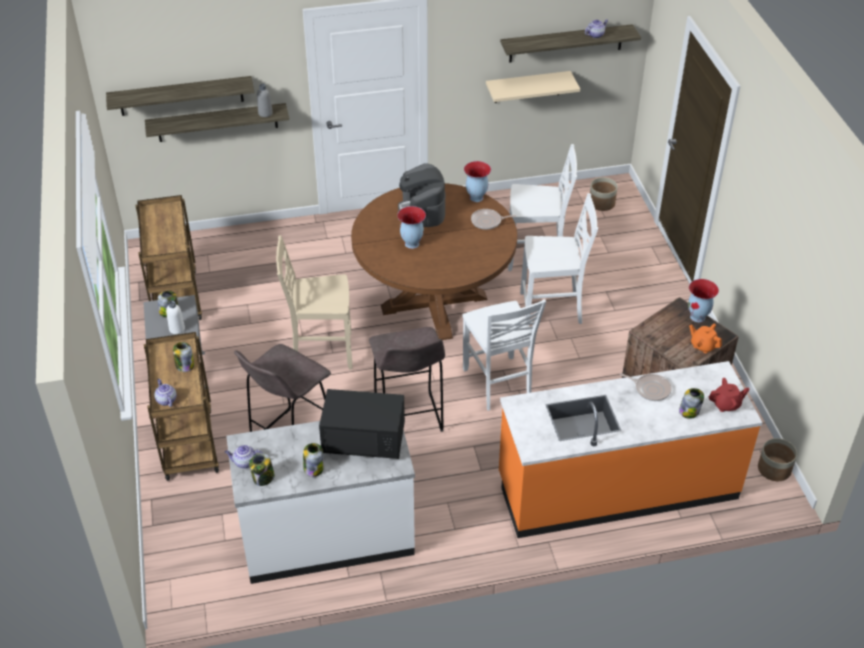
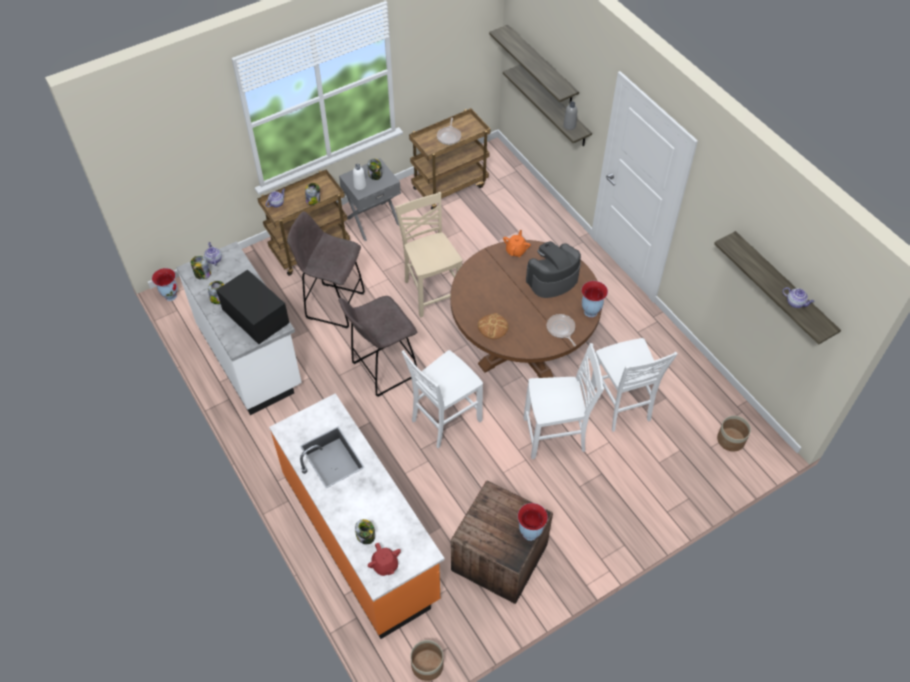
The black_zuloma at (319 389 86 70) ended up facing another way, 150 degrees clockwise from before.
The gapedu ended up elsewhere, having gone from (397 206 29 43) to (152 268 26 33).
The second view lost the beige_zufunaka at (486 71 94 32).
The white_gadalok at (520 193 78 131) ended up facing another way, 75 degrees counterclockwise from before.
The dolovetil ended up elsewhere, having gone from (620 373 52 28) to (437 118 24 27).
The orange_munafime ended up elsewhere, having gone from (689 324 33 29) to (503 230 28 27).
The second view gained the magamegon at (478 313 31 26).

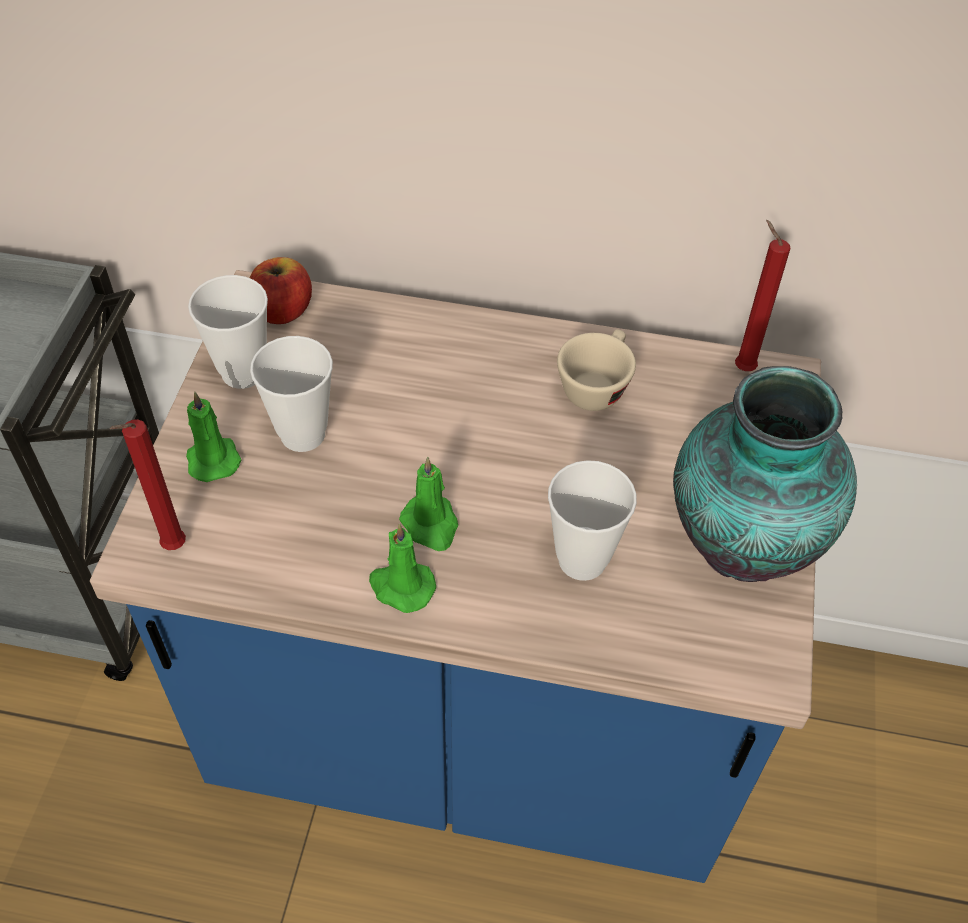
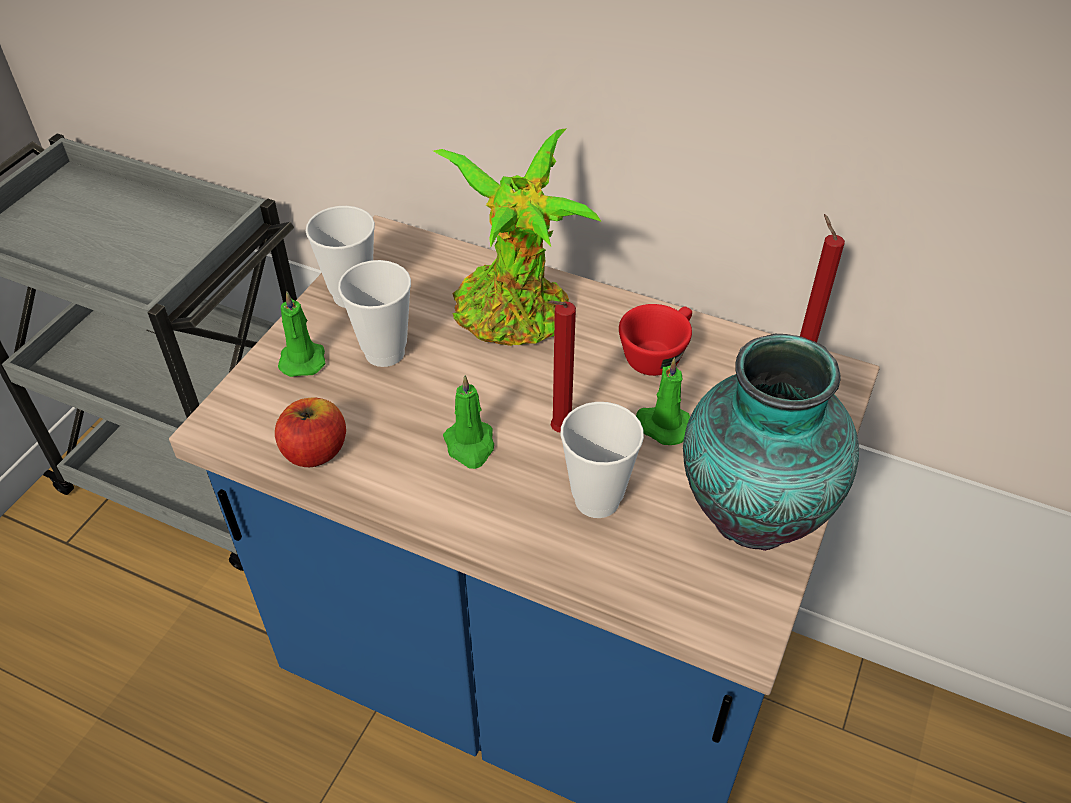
The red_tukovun ended up elsewhere, having gone from (109 419 77 131) to (549 300 27 133).
The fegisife ended up elsewhere, having gone from (250 257 62 67) to (275 397 71 70).
The green_tukovun ended up elsewhere, having gone from (369 524 67 89) to (636 358 54 87).
What was the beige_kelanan at (557 329 79 82) turned into the red_kelanan at (619 304 73 72).
The second view gained the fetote at (433 128 169 218).

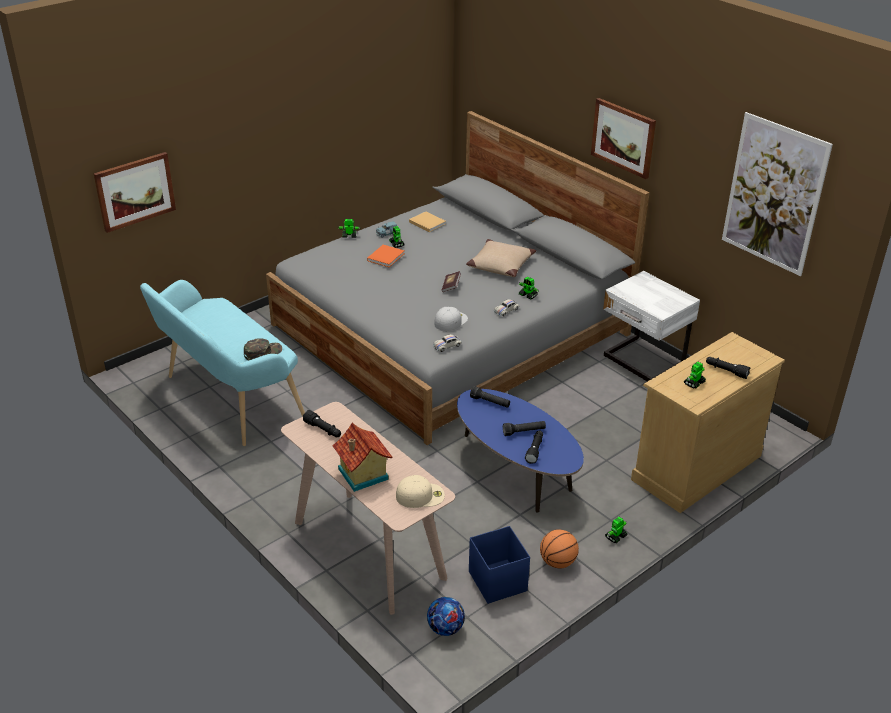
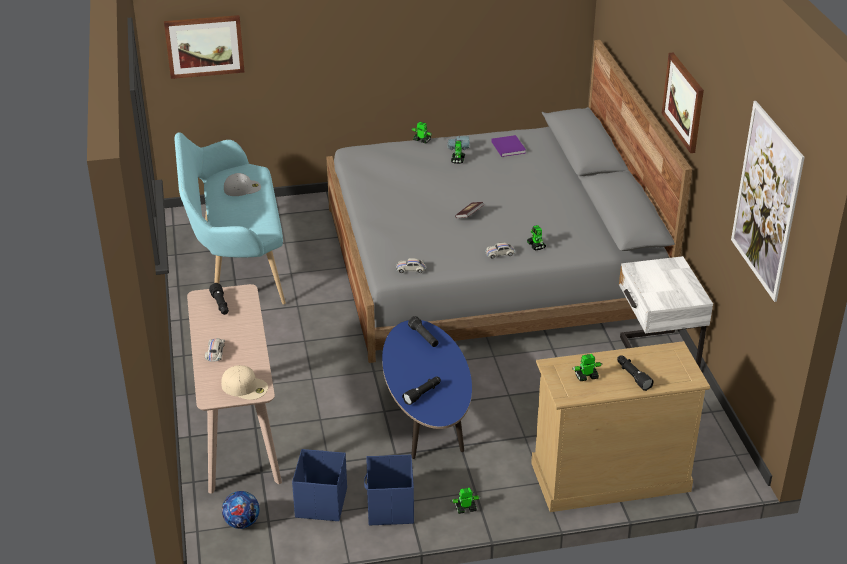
The second view lost the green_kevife at (244 338 38 22).
Where the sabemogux stood at (332 423 61 69), the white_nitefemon came to stand at (205 338 20 24).
The second view lost the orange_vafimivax at (367 245 38 22).
What was the beige_vafimivax at (409 211 37 21) turned into the purple_vafimivax at (491 135 35 22).
The white_kevife ended up elsewhere, having gone from (434 306 34 25) to (224 173 37 23).
The second view lost the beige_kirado at (466 239 70 38).
The second view lost the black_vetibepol at (503 421 43 15).
Where the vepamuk stood at (540 529 39 39), the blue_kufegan came to stand at (364 454 50 71).

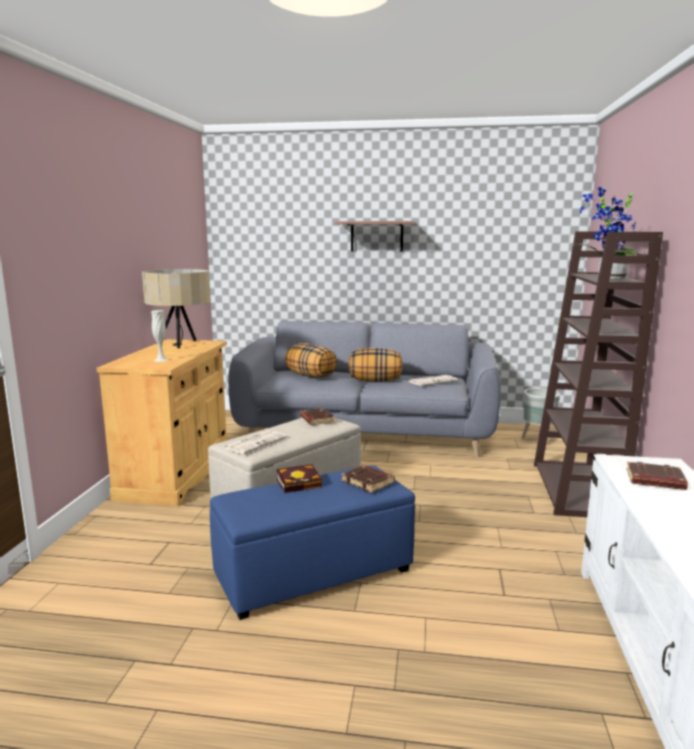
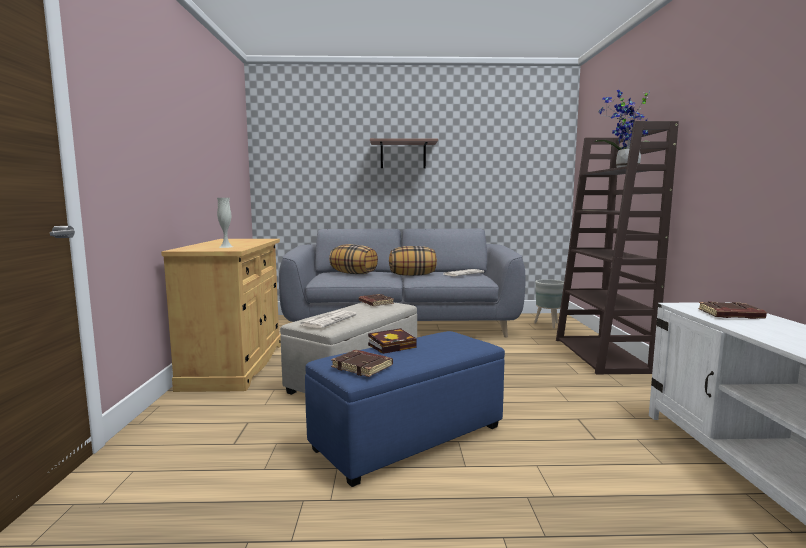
The second view lost the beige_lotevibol at (142 269 69 79).
The brown_vafimivax ended up elsewhere, having gone from (341 465 54 28) to (331 350 62 27).

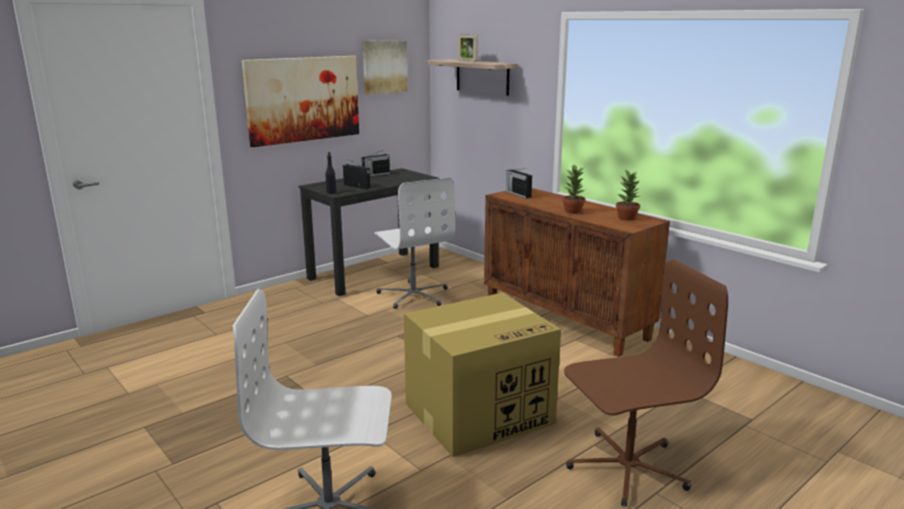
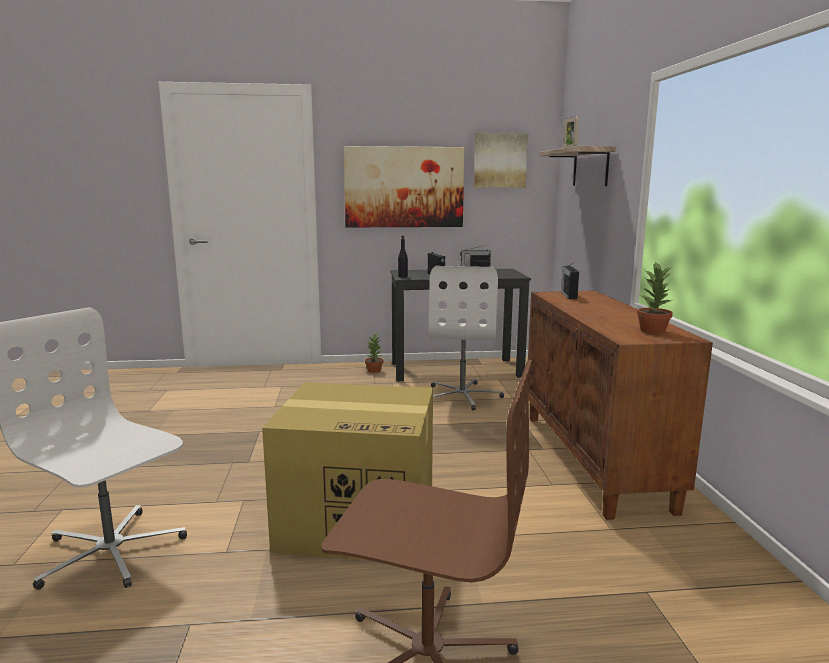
The fetote ended up elsewhere, having gone from (562 165 23 49) to (365 334 18 39).

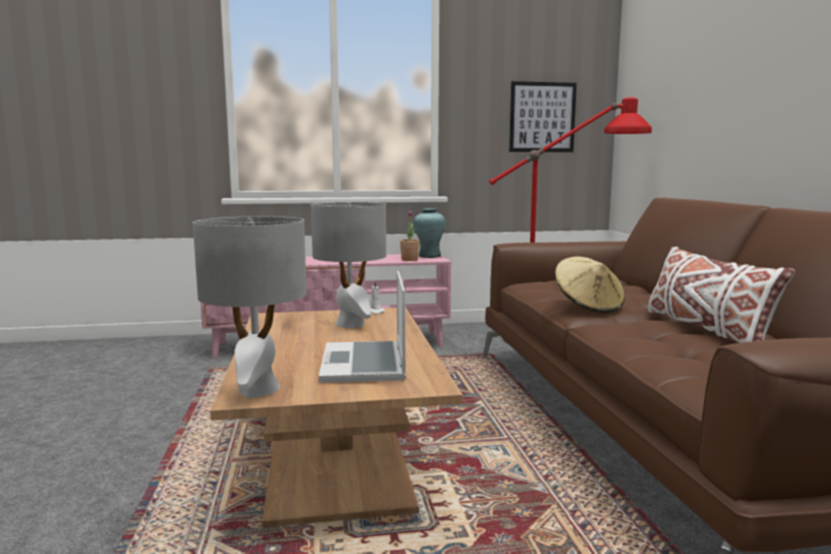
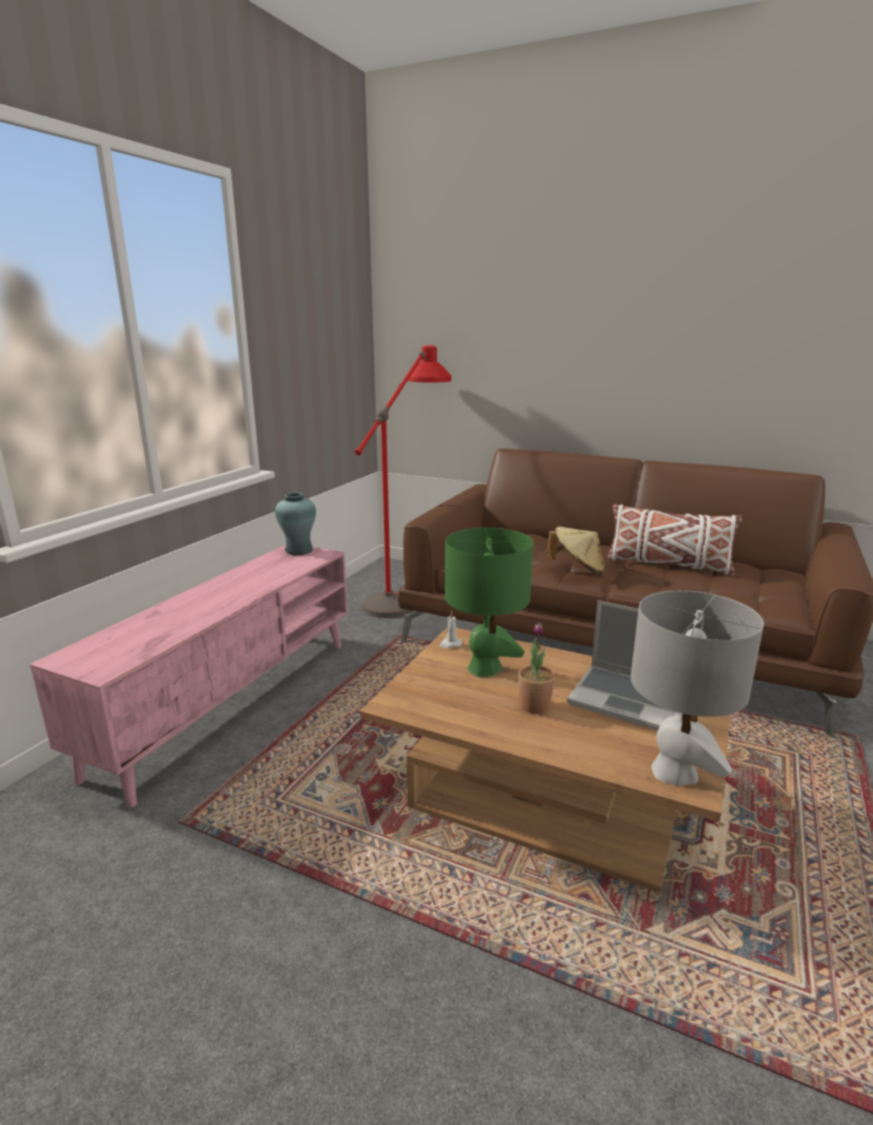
What was the grey_lotevibol at (311 202 75 126) turned into the green_lotevibol at (445 528 88 149).
The fetote ended up elsewhere, having gone from (400 211 20 50) to (518 623 37 90).
The second view lost the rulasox at (509 81 68 71).

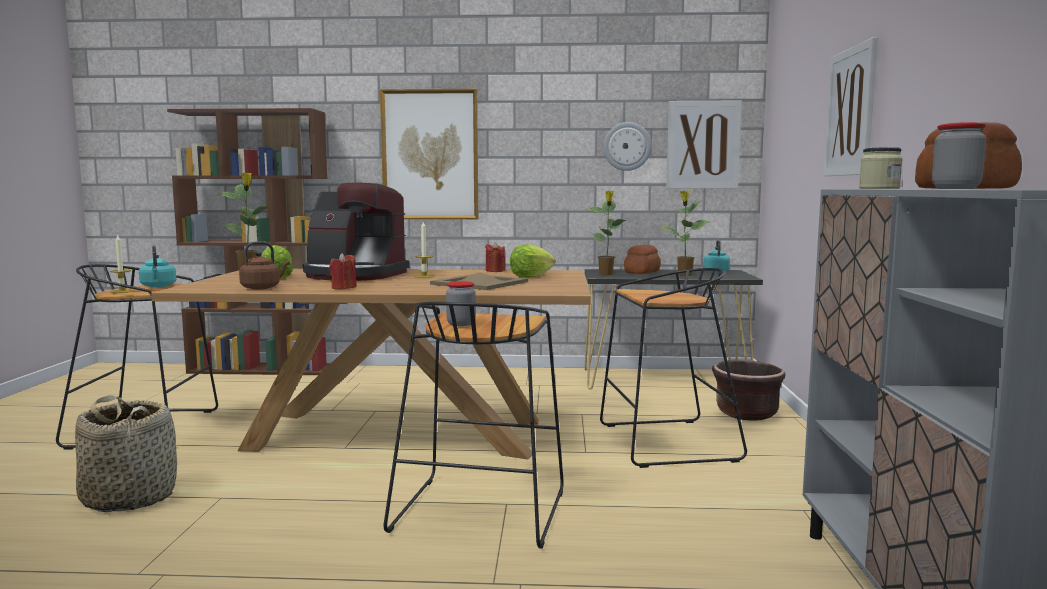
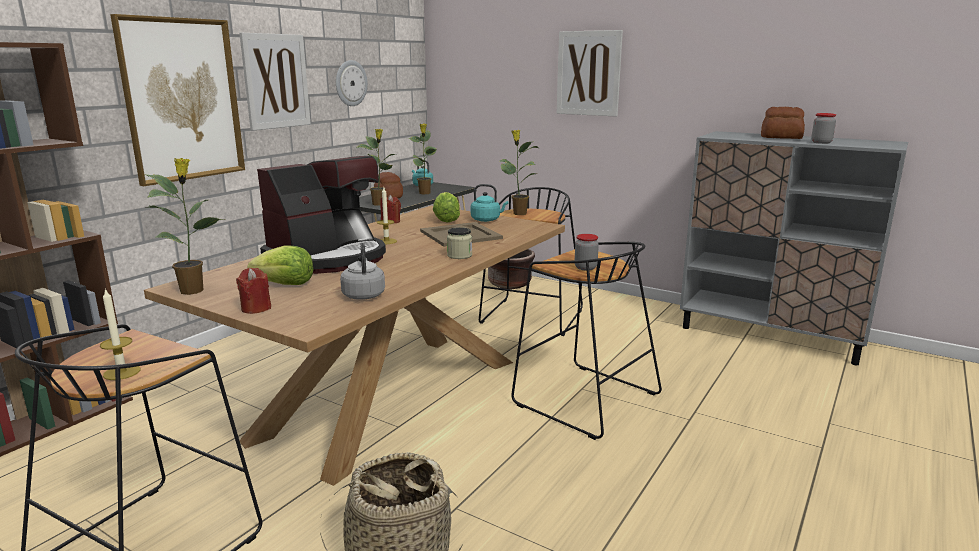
The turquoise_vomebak ended up elsewhere, having gone from (139 245 37 42) to (471 184 37 38).
What was the brown_vomebak at (239 241 51 48) turned into the grey_vomebak at (340 243 45 57).
The red_tukovun ended up elsewhere, having gone from (329 253 28 36) to (236 268 35 46).
The rulasox ended up elsewhere, having gone from (666 101 76 87) to (240 33 71 97).
The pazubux ended up elsewhere, having gone from (859 147 44 42) to (447 227 25 32).
The second view gained the fetote at (500 130 39 85).

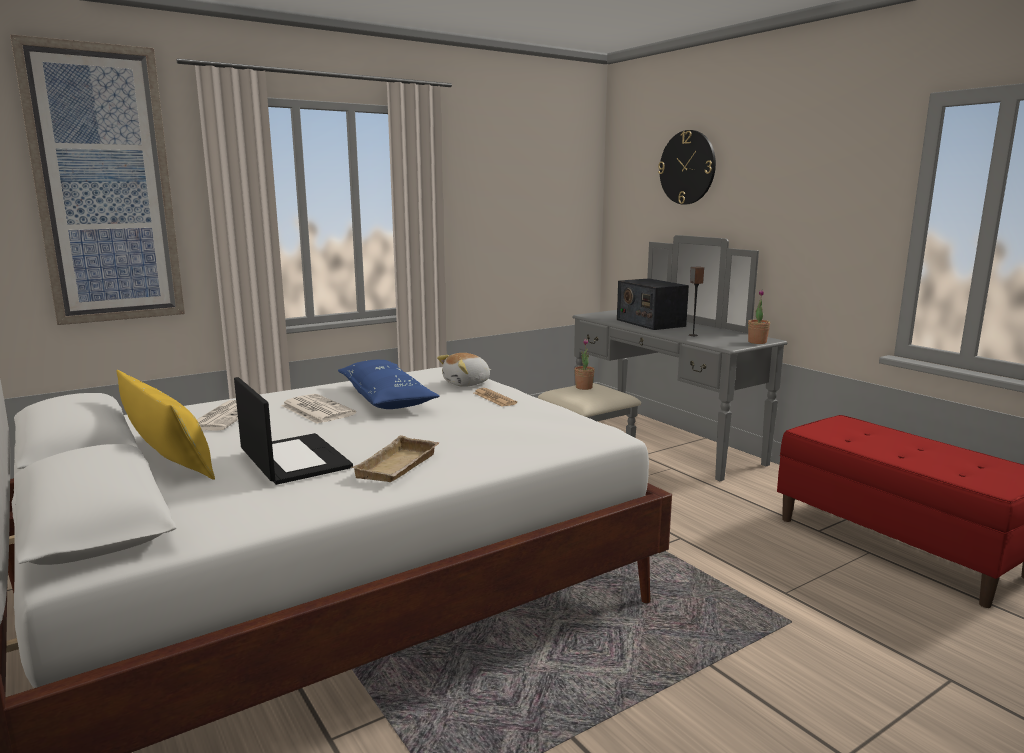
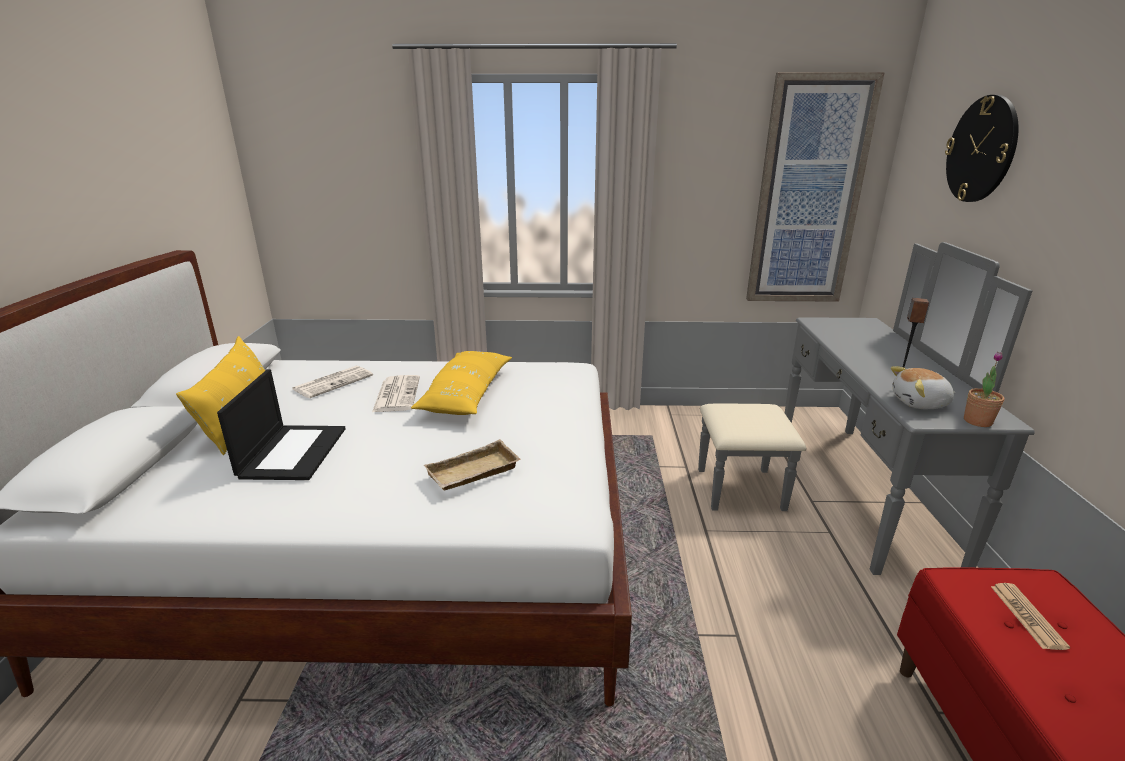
The rulasox ended up elsewhere, having gone from (10 34 175 291) to (746 72 139 230).
What was the blue_kirado at (338 360 101 49) turned into the yellow_kirado at (411 351 101 64).
The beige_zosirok ended up elsewhere, having gone from (351 435 89 47) to (424 439 96 52).
The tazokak ended up elsewhere, having gone from (437 353 54 34) to (891 366 65 43).
The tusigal ended up elsewhere, having gone from (474 388 43 19) to (991 583 79 67).
The second view lost the fetote at (575 339 20 51).
The second view lost the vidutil at (617 278 72 52).

